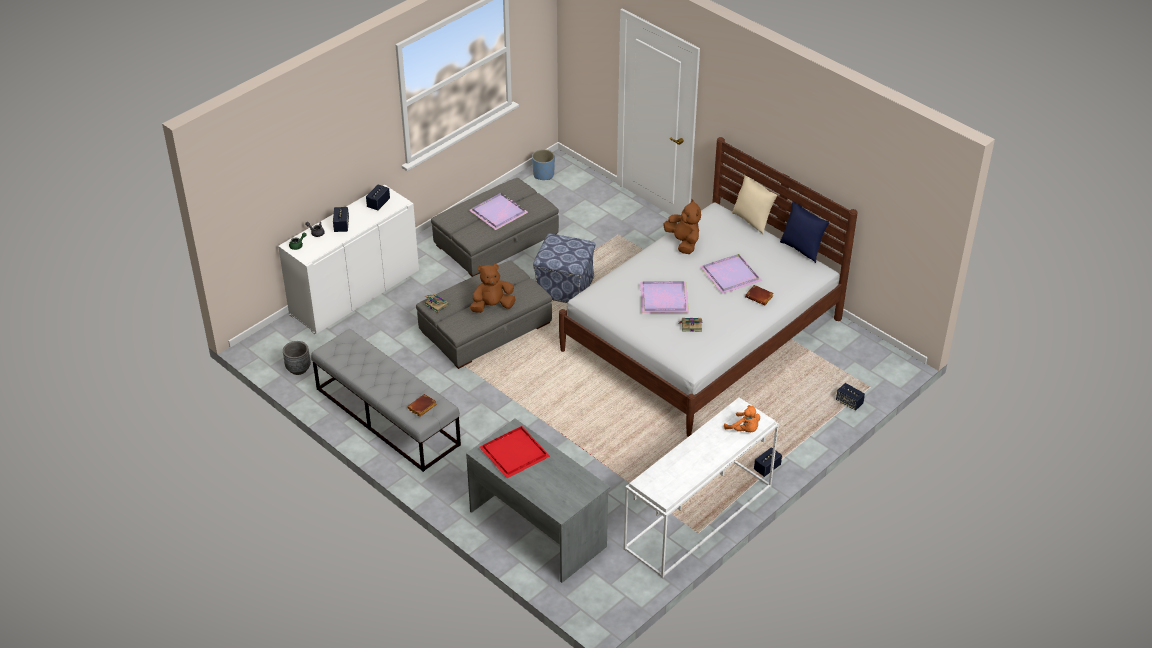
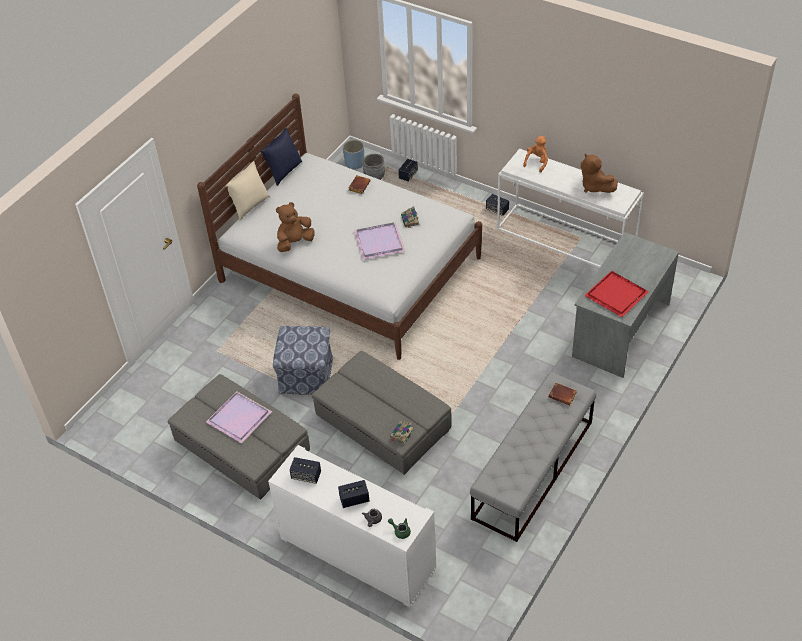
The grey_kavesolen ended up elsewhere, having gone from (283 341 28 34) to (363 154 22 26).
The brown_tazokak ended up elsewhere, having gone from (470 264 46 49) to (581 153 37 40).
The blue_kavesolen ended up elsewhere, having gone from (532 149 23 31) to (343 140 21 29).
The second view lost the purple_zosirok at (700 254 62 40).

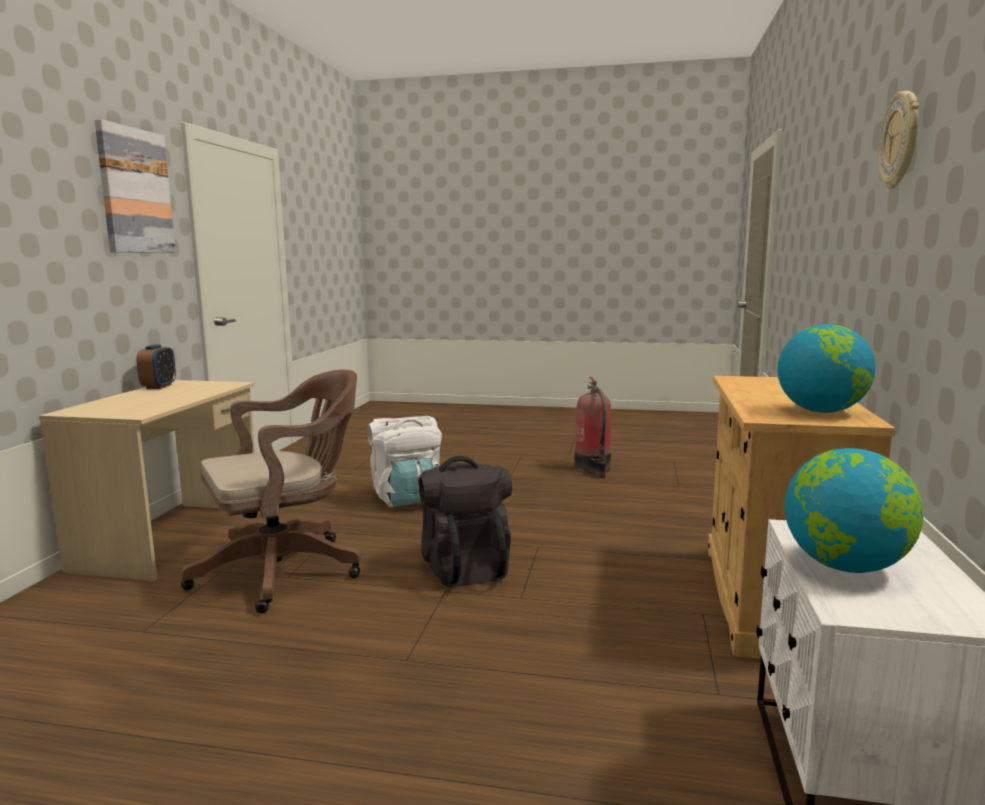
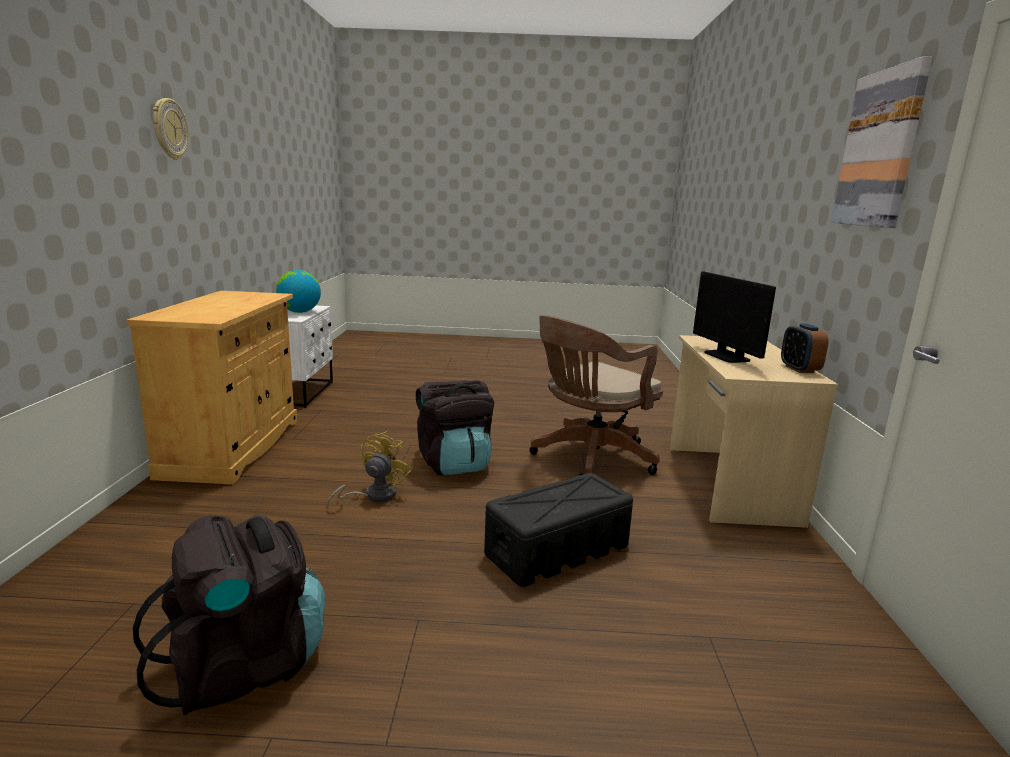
Where the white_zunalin stood at (367 416 75 92), the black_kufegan came to stand at (484 473 149 114).
Where the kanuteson stood at (574 377 37 100), the black_zunalin came to stand at (133 515 192 200).
The second view lost the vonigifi at (778 324 98 89).
The second view gained the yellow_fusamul at (326 431 85 78).
The second view gained the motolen at (693 271 83 92).

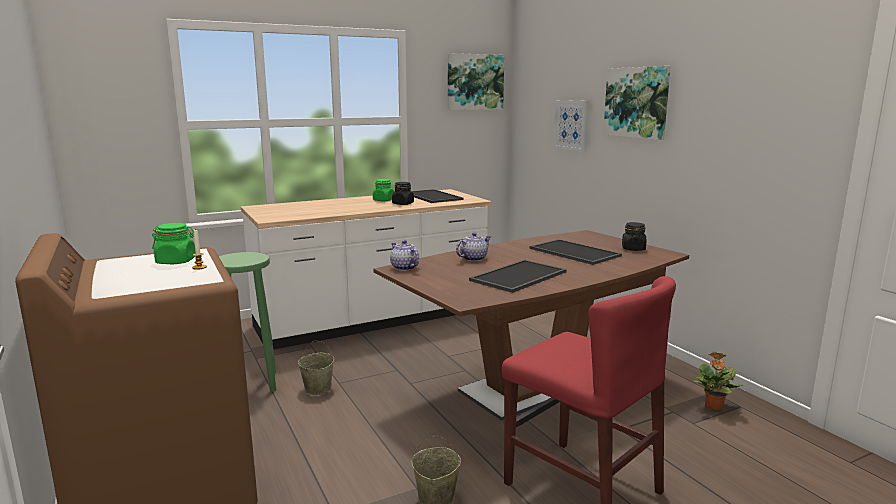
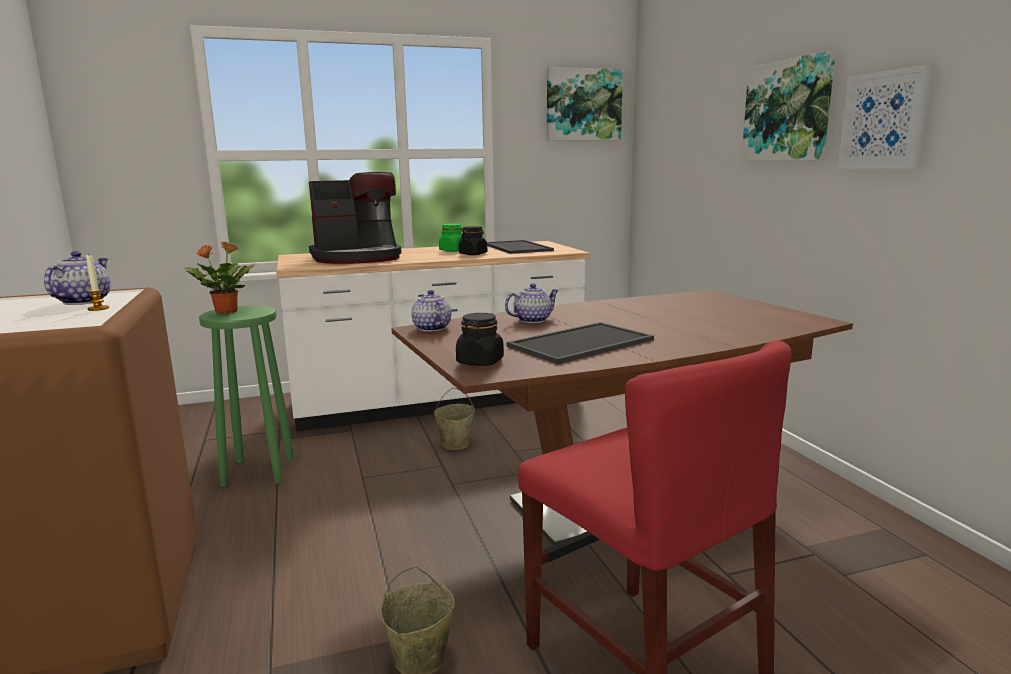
Where the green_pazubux stood at (152 223 44 41), the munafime came to stand at (44 251 66 54).
The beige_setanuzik ended up elsewhere, having gone from (298 340 36 55) to (434 387 41 63).
The second view lost the zosirok at (530 239 92 26).
The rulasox ended up elsewhere, having gone from (554 100 36 52) to (838 64 96 105).
The black_pazubux ended up elsewhere, having gone from (622 222 24 29) to (456 313 48 53).
The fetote ended up elsewhere, having gone from (693 352 50 58) to (184 242 71 72).
The second view gained the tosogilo at (309 172 93 92).

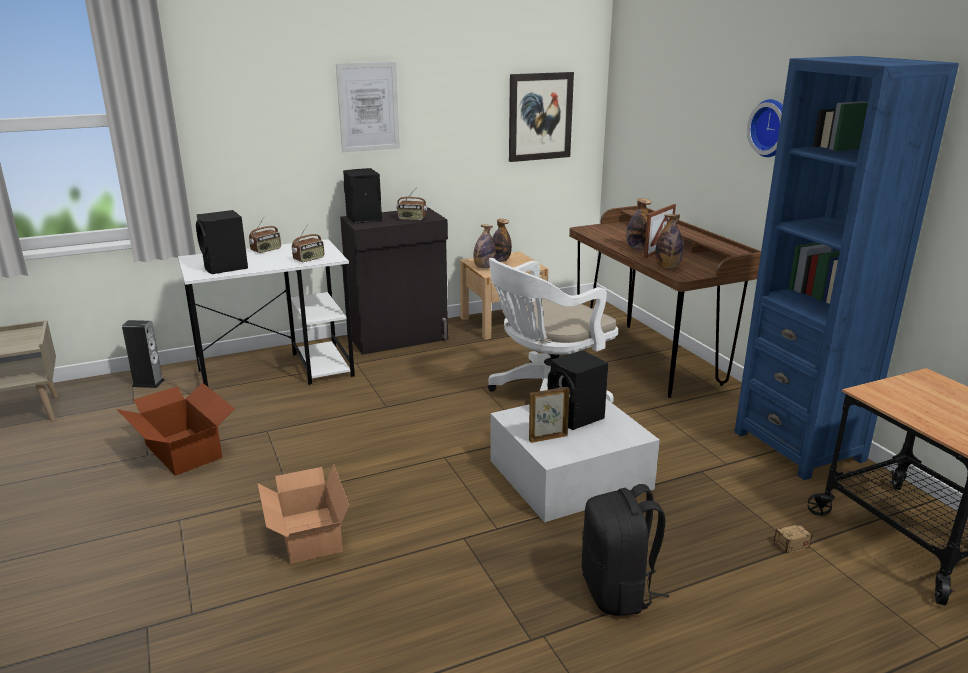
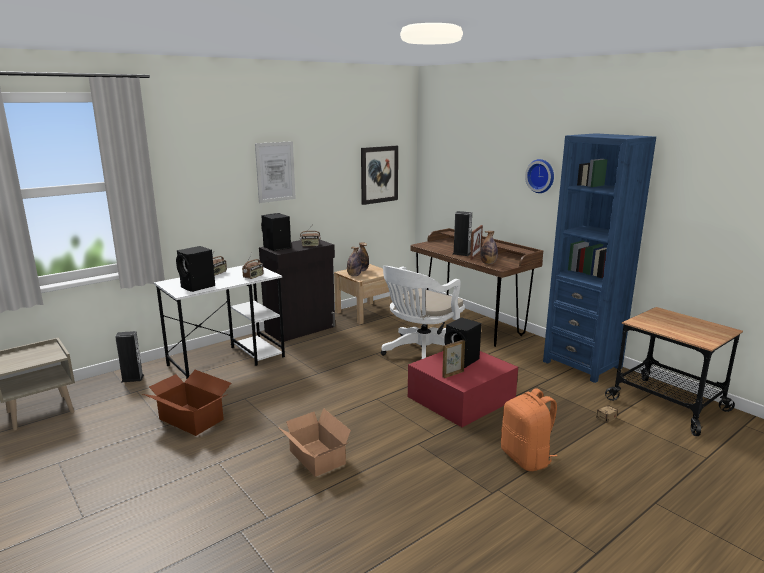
What was the white_kufegan at (490 399 170 123) turned into the red_kufegan at (408 351 110 76).
What was the black_zunalin at (582 484 87 132) turned into the orange_zunalin at (501 388 56 83).
Where the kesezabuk stood at (626 198 25 51), the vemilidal came to stand at (453 211 19 45).

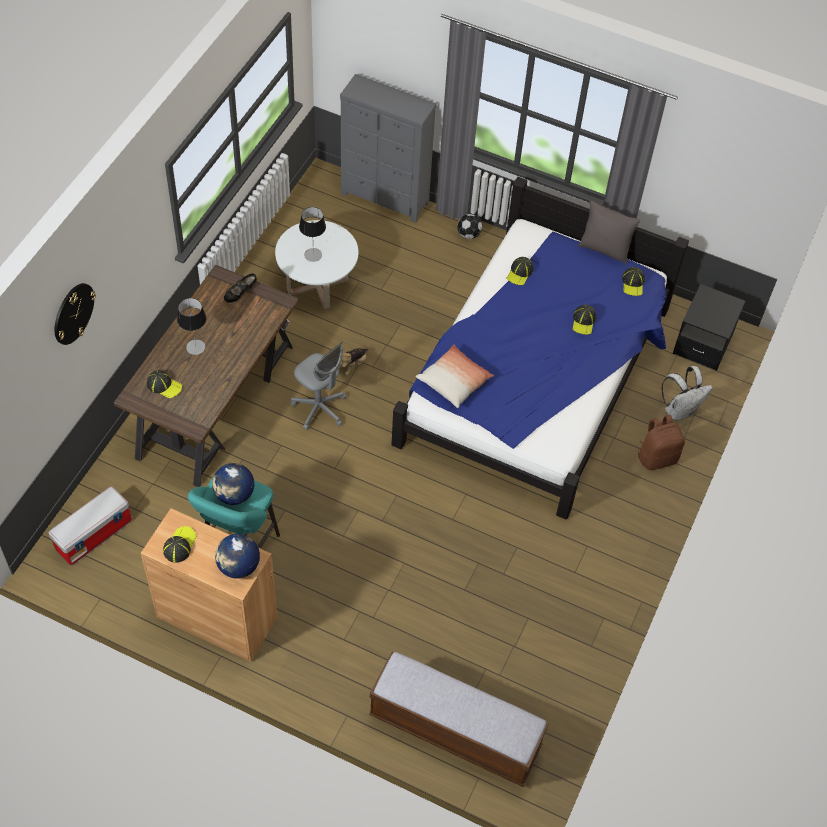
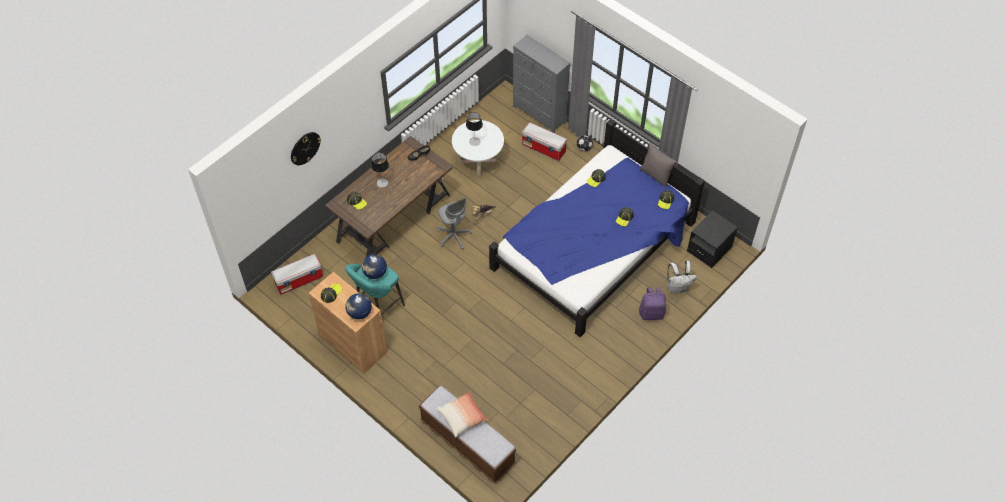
The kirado ended up elsewhere, having gone from (416 345 78 63) to (436 391 52 46).
What was the brown_zunalin at (638 415 47 55) turned into the purple_zunalin at (639 287 27 33).
The second view gained the kufegan at (522 122 45 39).

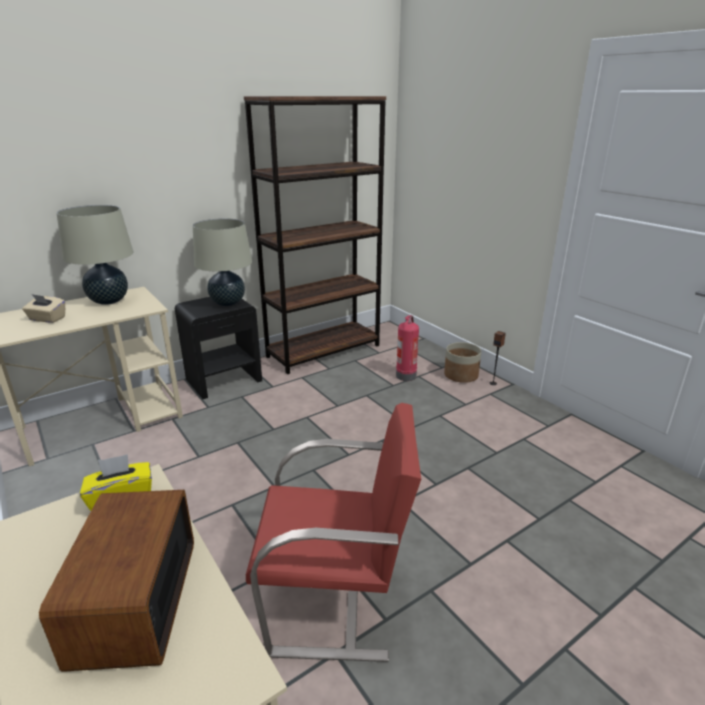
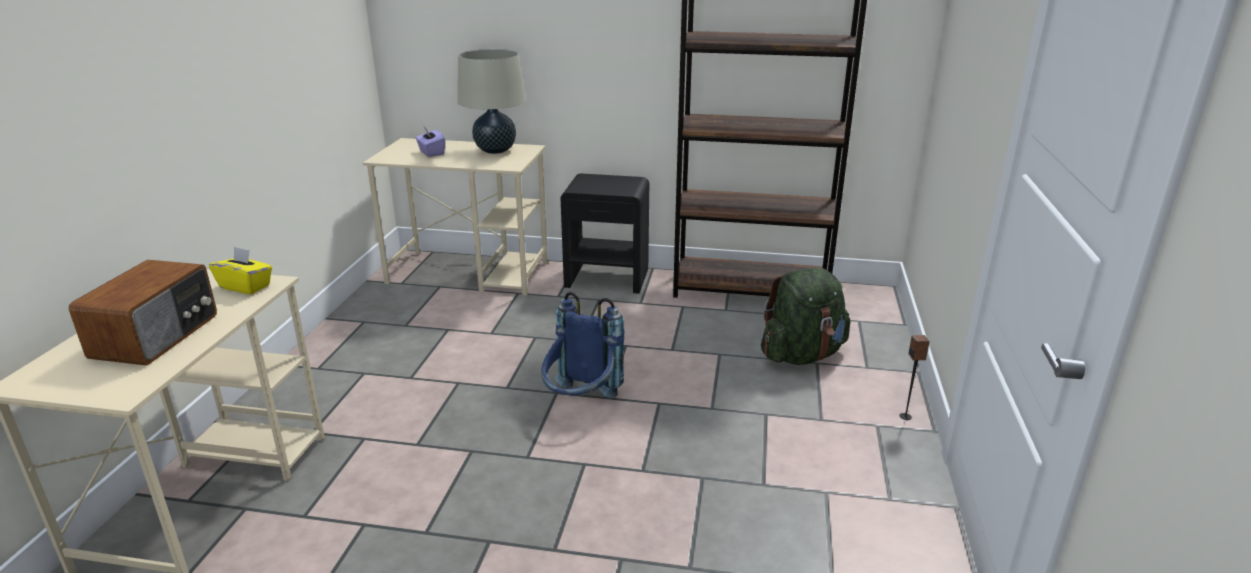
What was the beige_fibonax at (22 294 43 29) turned into the purple_fibonax at (415 127 30 30).
The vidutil at (39 490 155 182) ended up facing another way, 150 degrees clockwise from before.
The second view lost the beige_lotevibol at (193 218 59 88).
The second view lost the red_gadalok at (246 403 175 259).
Where the kanuteson stood at (396 315 23 66), the green_zunalin came to stand at (761 268 89 97).
The second view lost the kavesolen at (444 342 37 41).
The second view gained the blue_zunalin at (541 292 83 106).

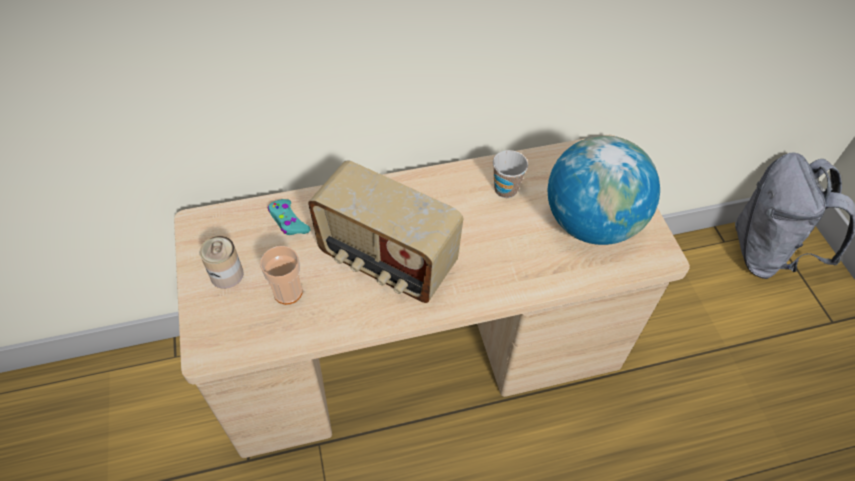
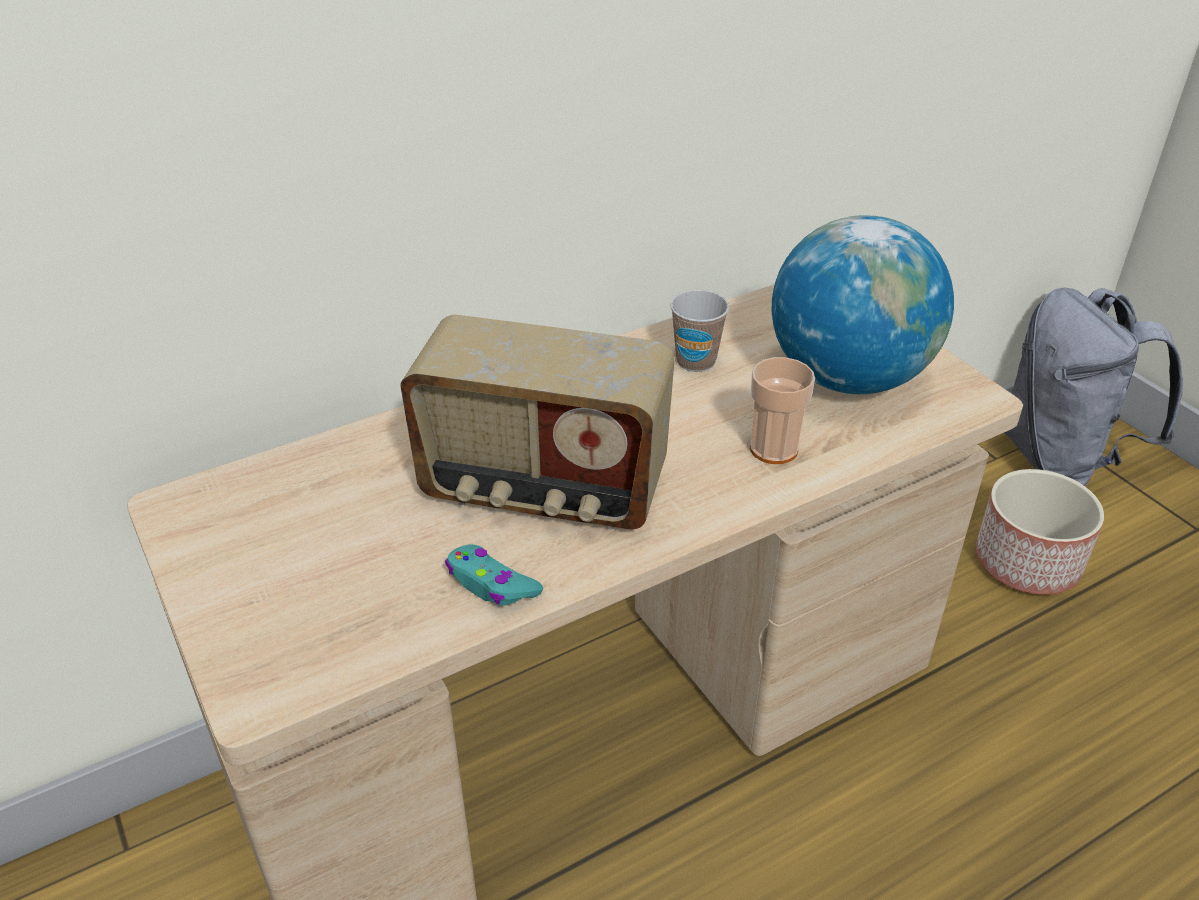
The second view lost the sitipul at (199 236 45 53).
The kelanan ended up elsewhere, having gone from (260 246 43 59) to (750 357 65 107).
The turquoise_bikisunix ended up elsewhere, having gone from (268 199 43 36) to (445 545 98 61).
The second view gained the kavesolen at (976 469 128 126).

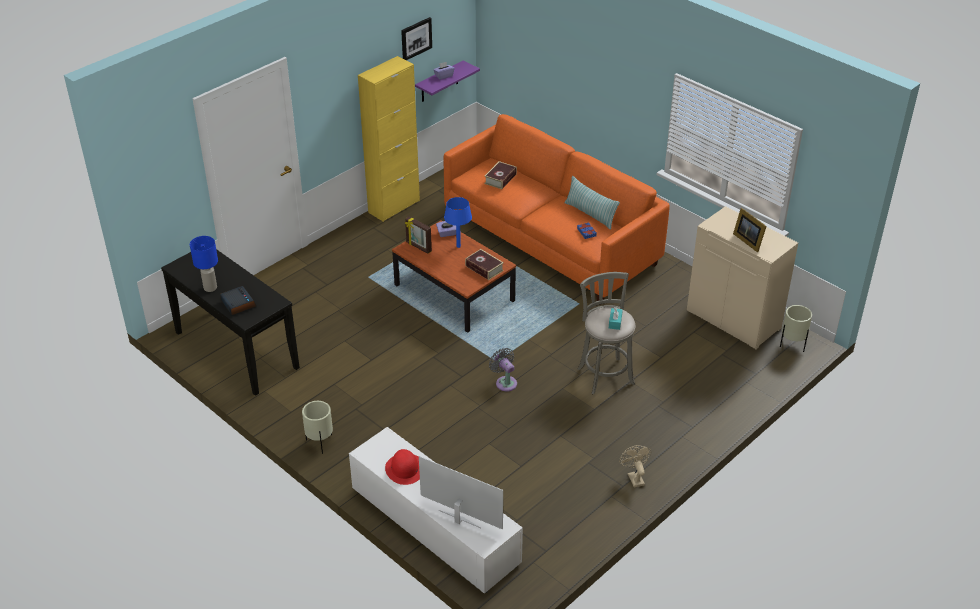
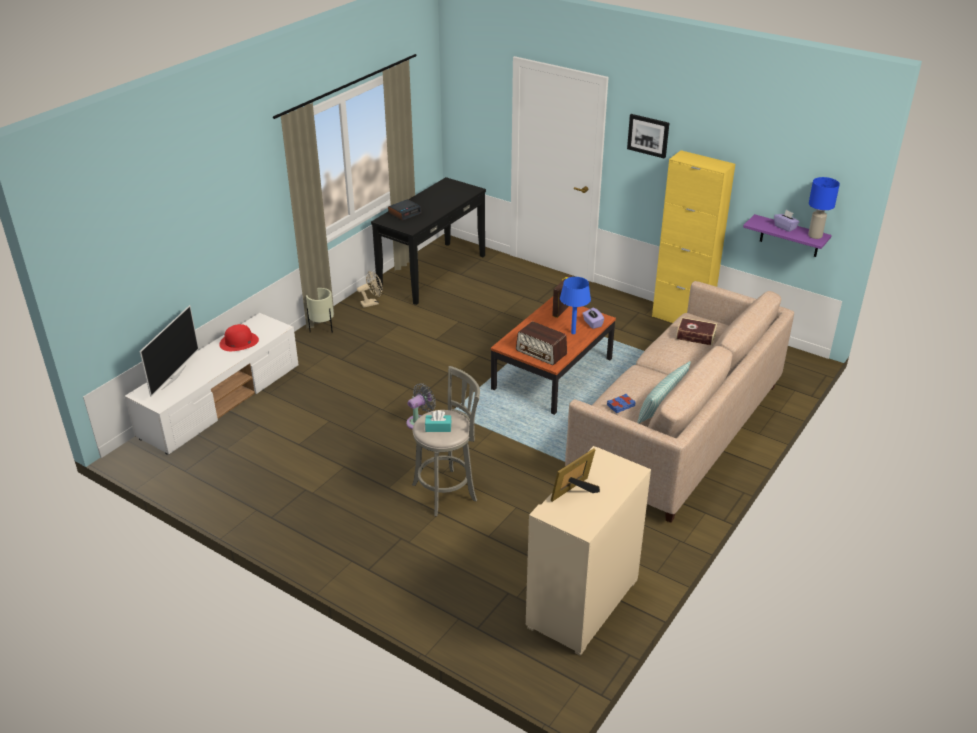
The blue_lotevibol ended up elsewhere, having gone from (190 236 28 56) to (808 177 32 62).
The rulasox ended up elsewhere, having gone from (401 17 31 43) to (627 114 42 45).
What was the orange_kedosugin at (444 114 226 191) turned into the beige_kedosugin at (565 281 229 242).
Where the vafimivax stood at (465 249 39 31), the vidutil came to stand at (516 321 51 44).
The beige_fusamul ended up elsewhere, having gone from (619 445 32 43) to (357 271 26 36).
The second view lost the beige_kavesolen at (780 305 32 47).

